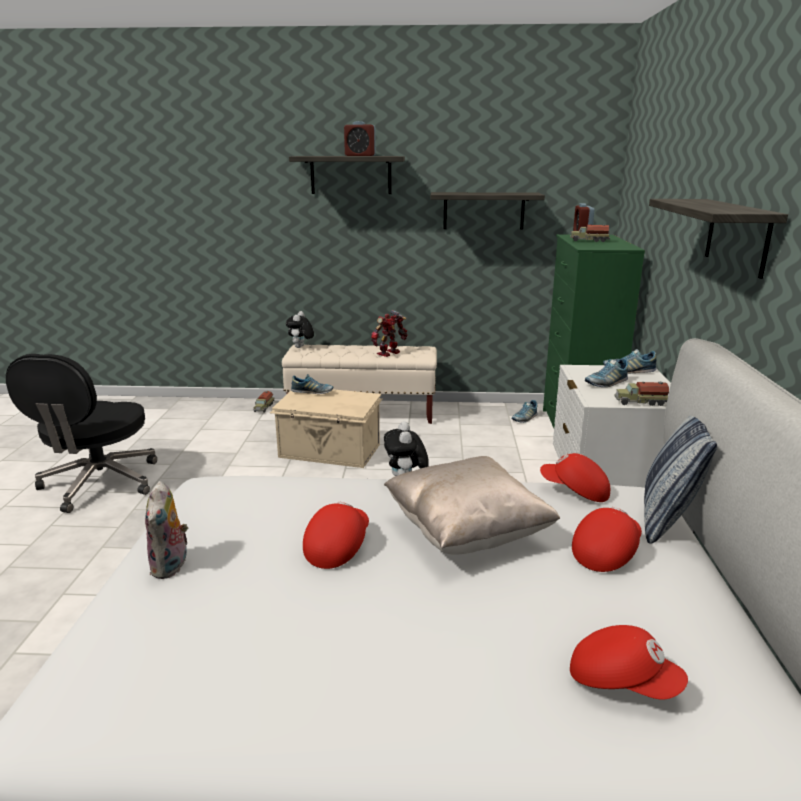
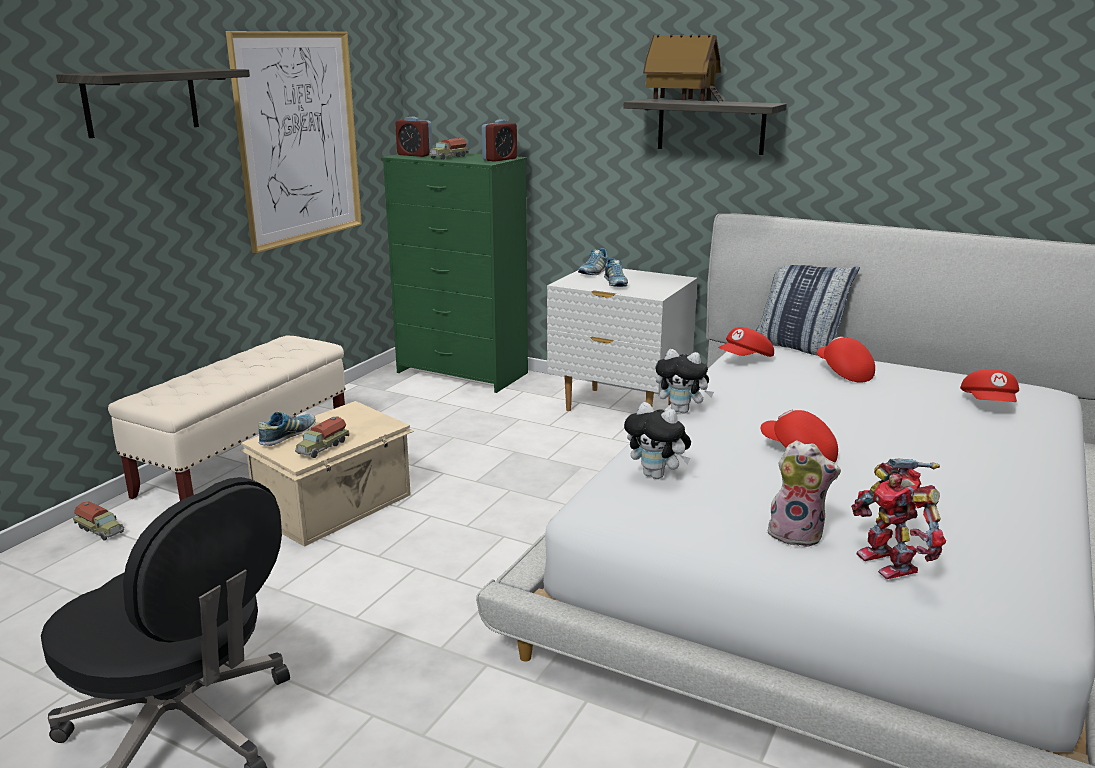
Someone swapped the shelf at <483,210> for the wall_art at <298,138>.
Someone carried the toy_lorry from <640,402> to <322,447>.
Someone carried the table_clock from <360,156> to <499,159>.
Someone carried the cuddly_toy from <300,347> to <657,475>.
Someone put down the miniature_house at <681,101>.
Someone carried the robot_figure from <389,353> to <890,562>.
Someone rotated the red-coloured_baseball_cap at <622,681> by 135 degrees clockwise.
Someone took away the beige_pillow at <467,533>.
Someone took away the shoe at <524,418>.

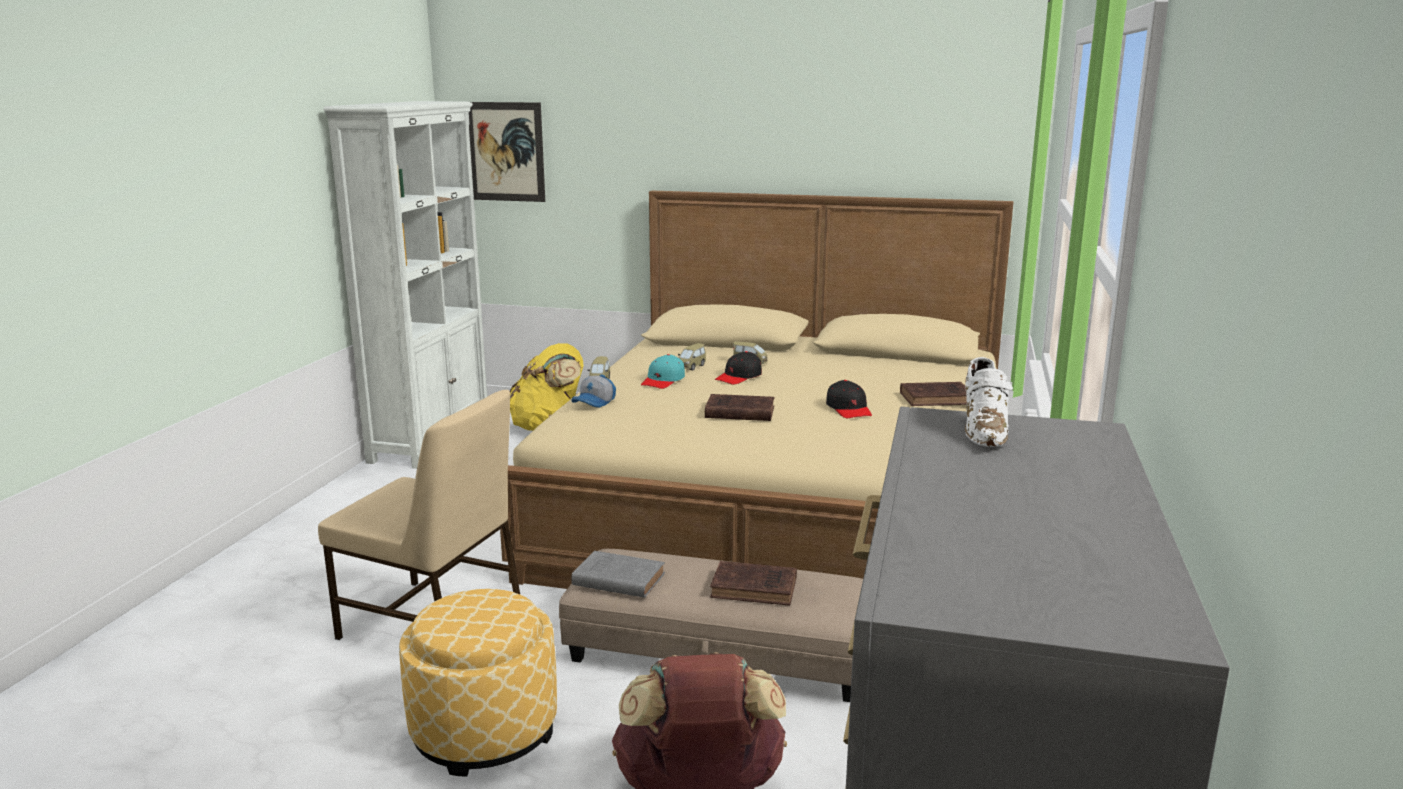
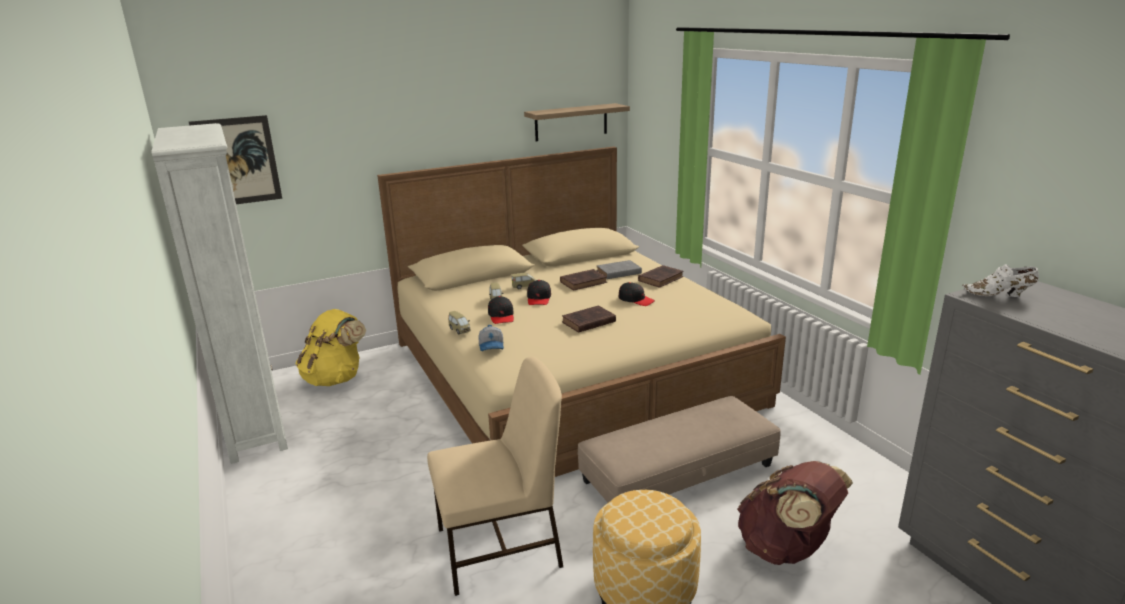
Someone repainted the turquoise-coloured_baseball_cap at <663,381>, which became the blackish_baseball_cap at <501,316>.
Someone put up the shelf at <571,122>.
Someone carried the brown-coloured_book from <756,588> to <584,282>.
Someone carried the gray_book from <616,579> to <617,272>.
Someone rotated the whitish_shoe at <983,429> by 135 degrees clockwise.

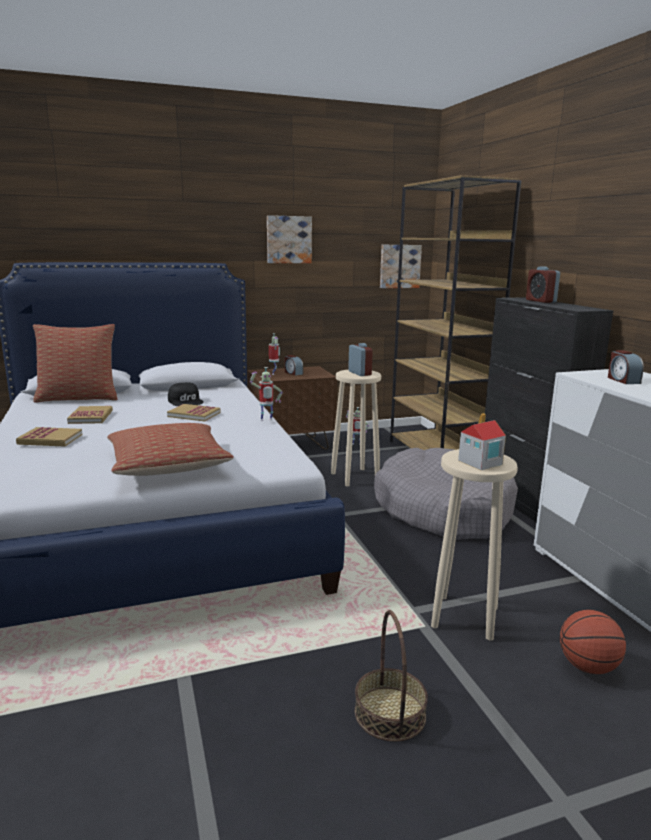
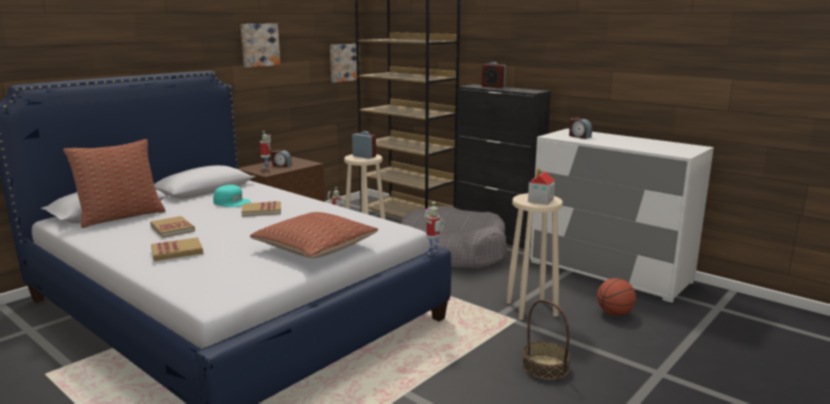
Someone repainted the blackish_baseball_cap at <186,401>, which became the turquoise-coloured_baseball_cap at <232,202>.
Someone carried the robot_figure from <266,420> to <433,253>.

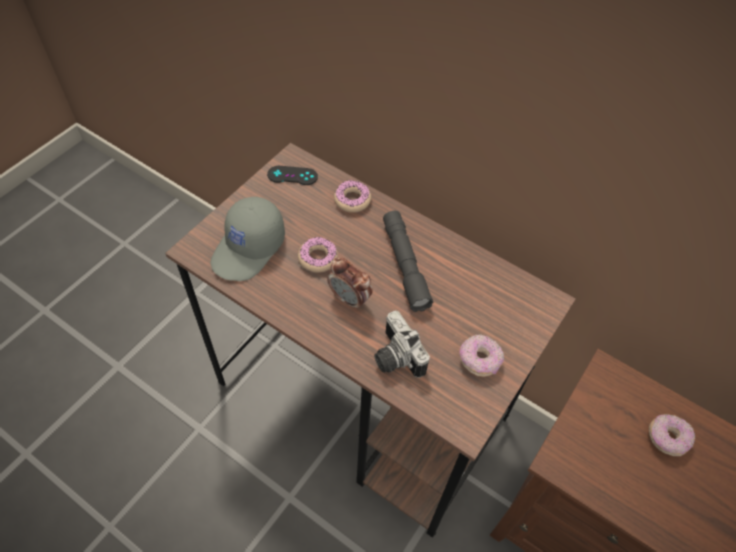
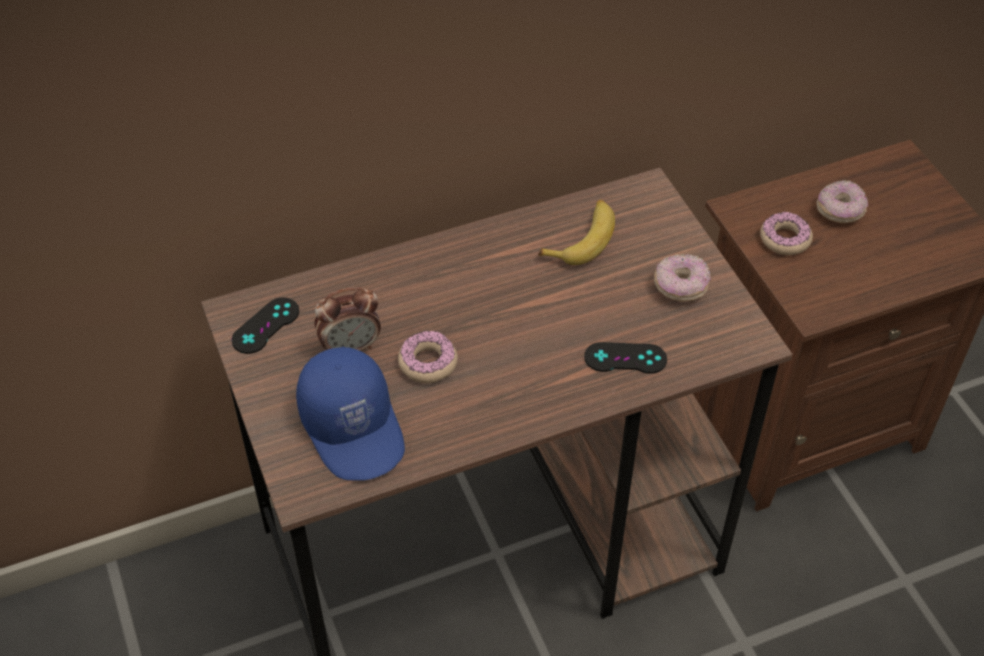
Someone repainted the gray_baseball_cap at <249,249>, which became the blue-coloured_baseball_cap at <354,427>.
Someone carried the table_clock from <349,299> to <351,347>.
Someone put down the whole_banana at <582,239>.
Someone swapped the still_camera at <394,357> for the blackish_game_controller at <625,358>.
Someone carried the doughnut from <352,200> to <785,239>.
Someone took away the gray_flashlight at <405,265>.

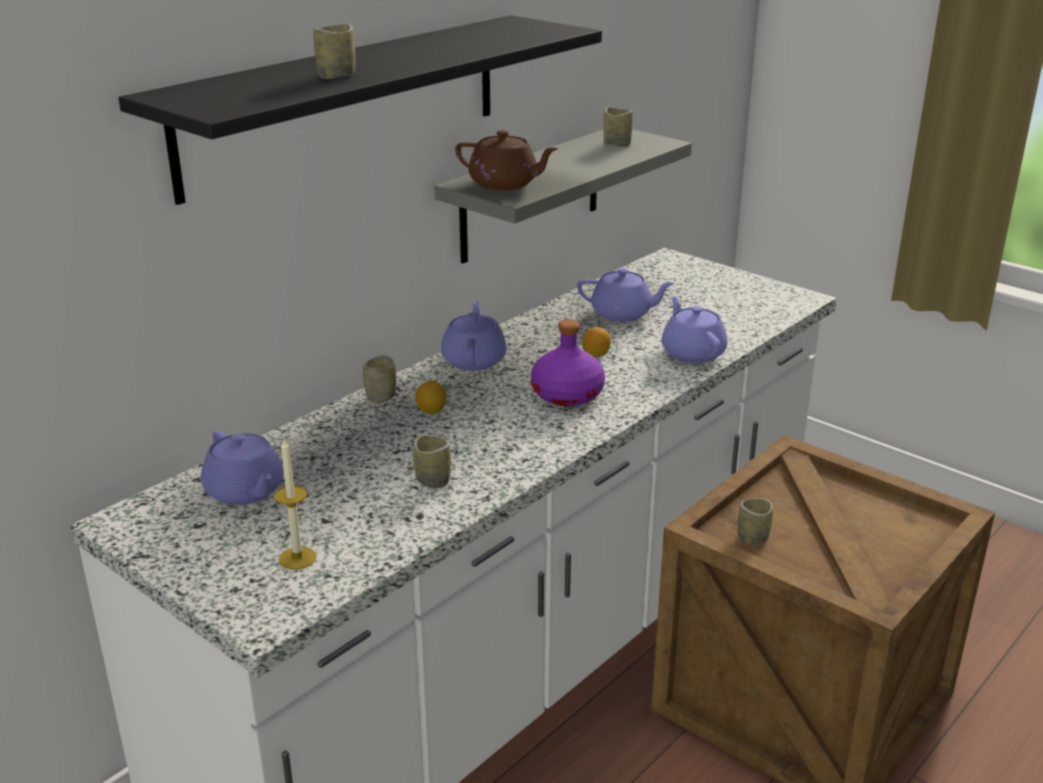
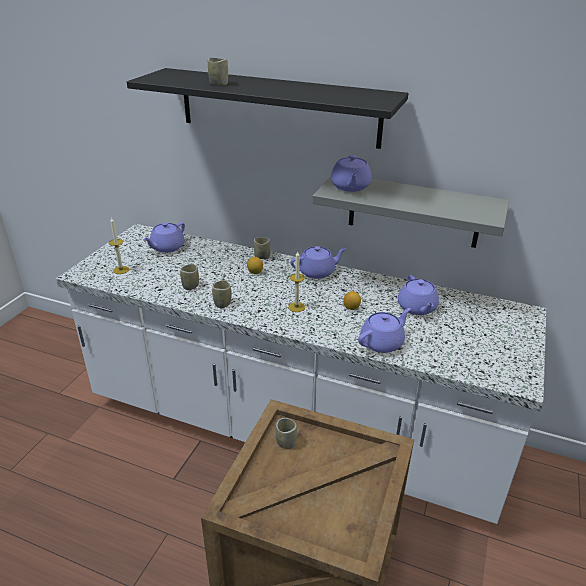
Someone carried the drinking_cup from <617,144> to <222,303>.
Someone swapped the purple_bottle at <568,394> for the wax_candle at <296,307>.
Someone repainted the brown-coloured_pot_for_tea at <505,184>, which became the purple_pot_for_tea at <350,187>.

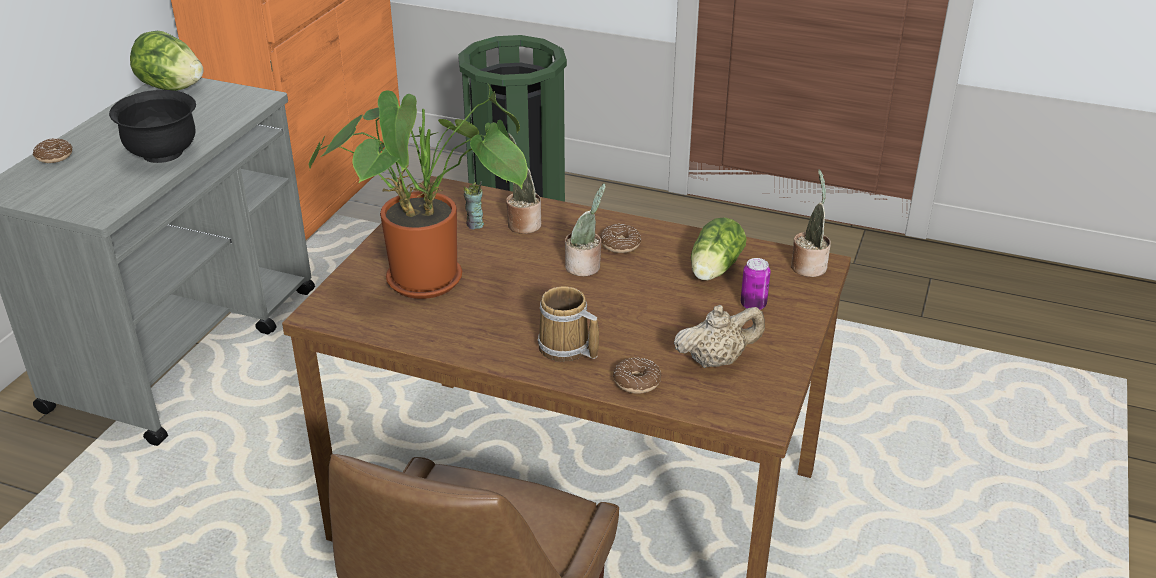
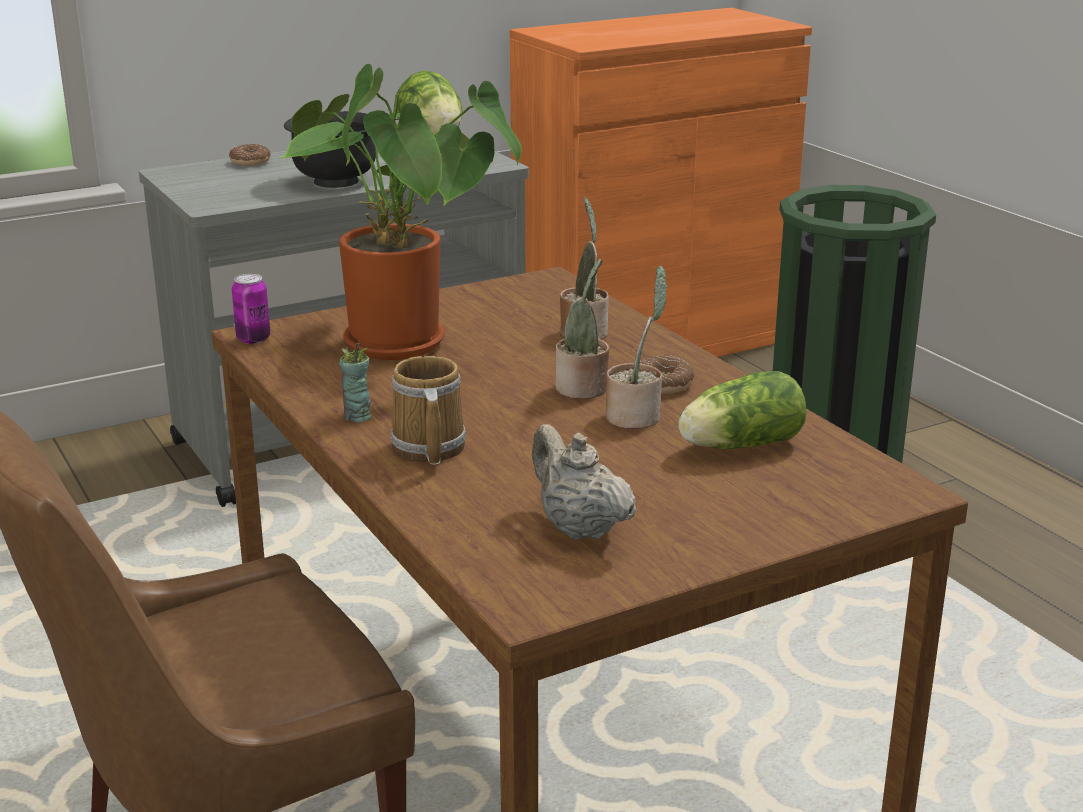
Someone carried the sealed_can from <753,305> to <253,339>.
Someone carried the drinking_cup from <475,225> to <357,416>.
Someone rotated the beige_pot_for_tea at <716,360> by 150 degrees counterclockwise.
Someone carried the potted_plant from <809,265> to <636,416>.
Someone took away the doughnut at <637,382>.

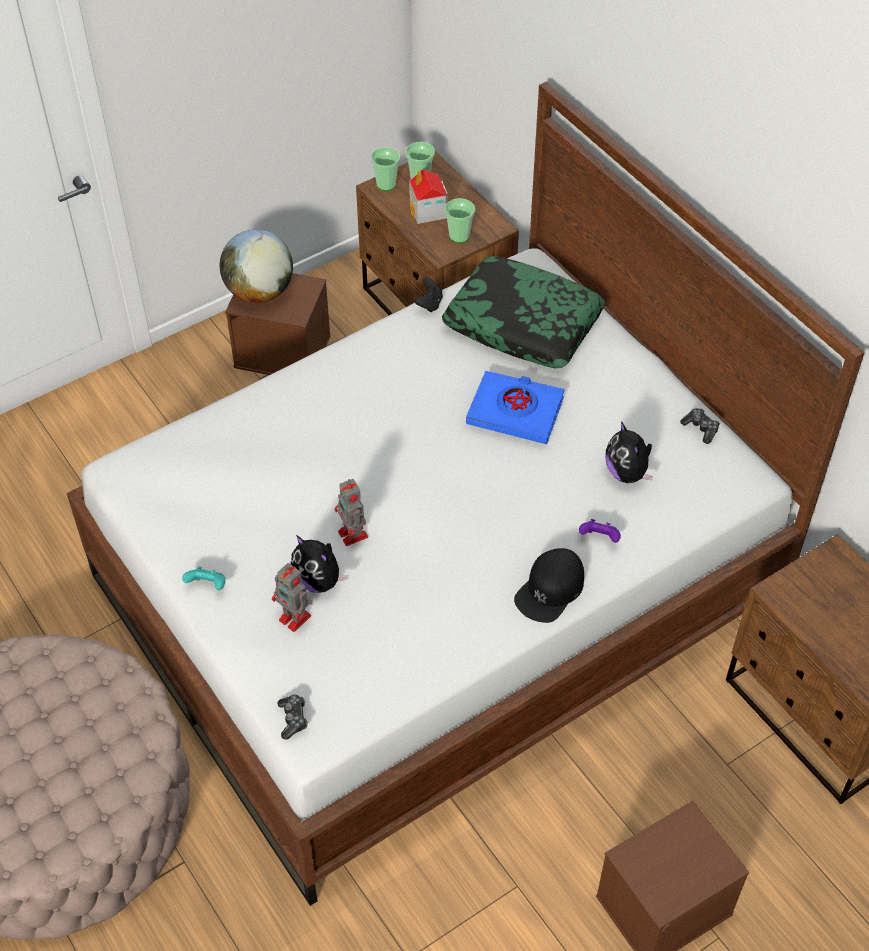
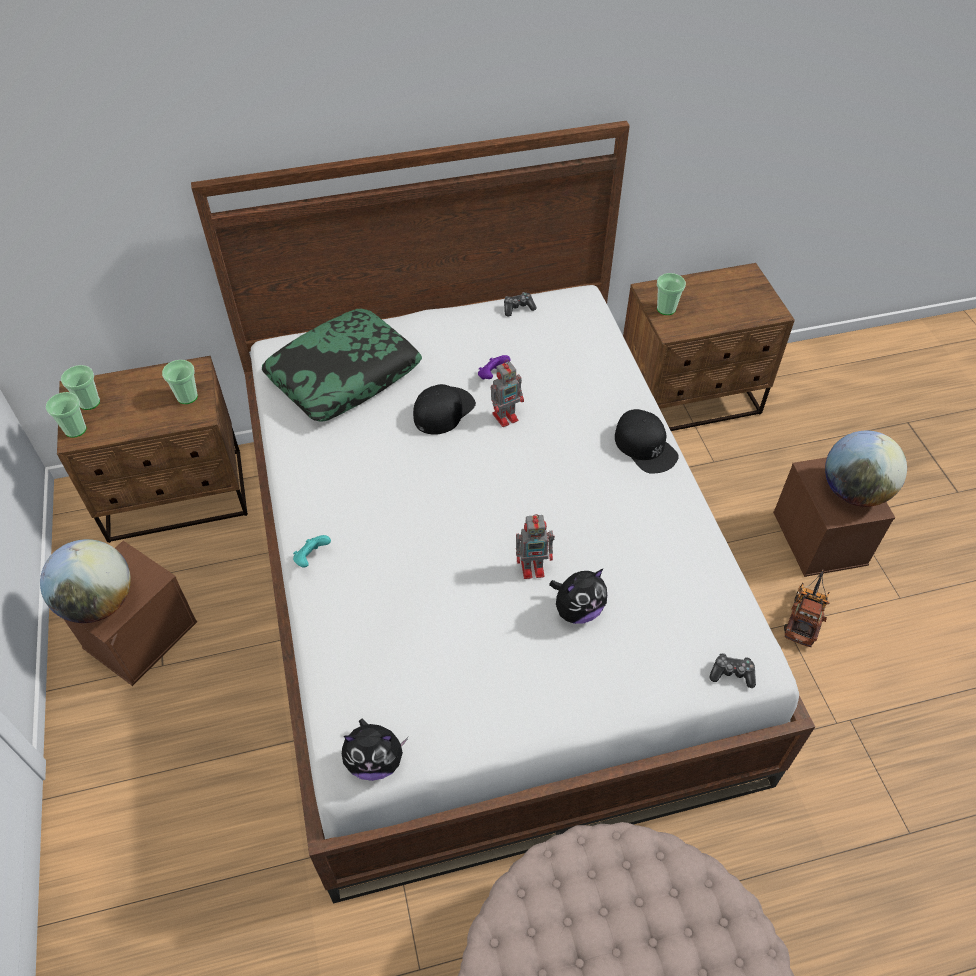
Someone carried the turquoise-coloured_game_controller from <207,586> to <311,558>.
Someone carried the cuddly_toy from <627,473> to <375,761>.
Someone swapped the blue-coloured_book at <515,411> for the blackish_baseball_cap at <443,410>.
Someone carried the purple_game_controller from <599,538> to <492,375>.
Someone carried the robot_figure from <296,619> to <506,416>.
Someone put down the drinking_cup at <666,309>.
Someone put down the toy_lorry at <805,615>.
Someone put down the world_globe at <854,491>.
Someone took away the miniature_house at <428,211>.
Someone took away the blackish_game_controller at <429,304>.

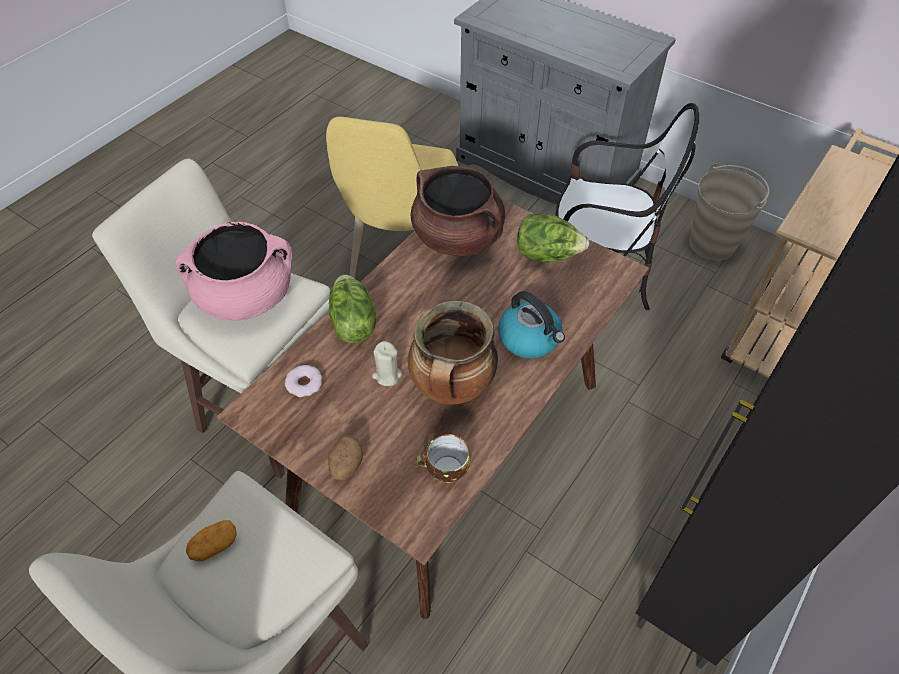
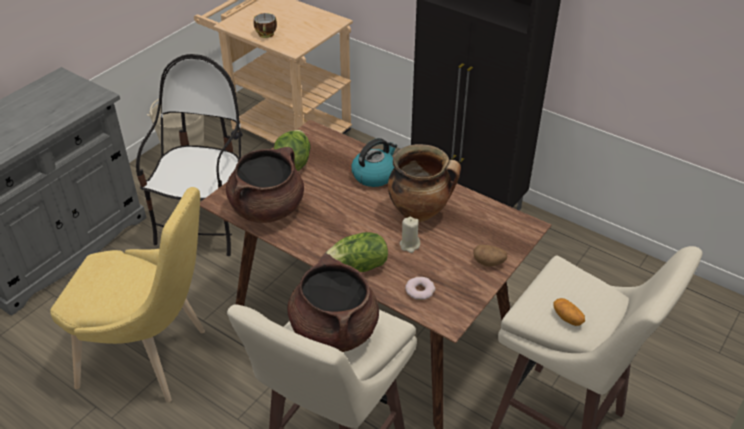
Someone carried the drinking_cup from <445,471> to <266,34>.
Someone repainted the pink_stockpot at <246,297>, which became the brown-coloured_stockpot at <334,330>.

